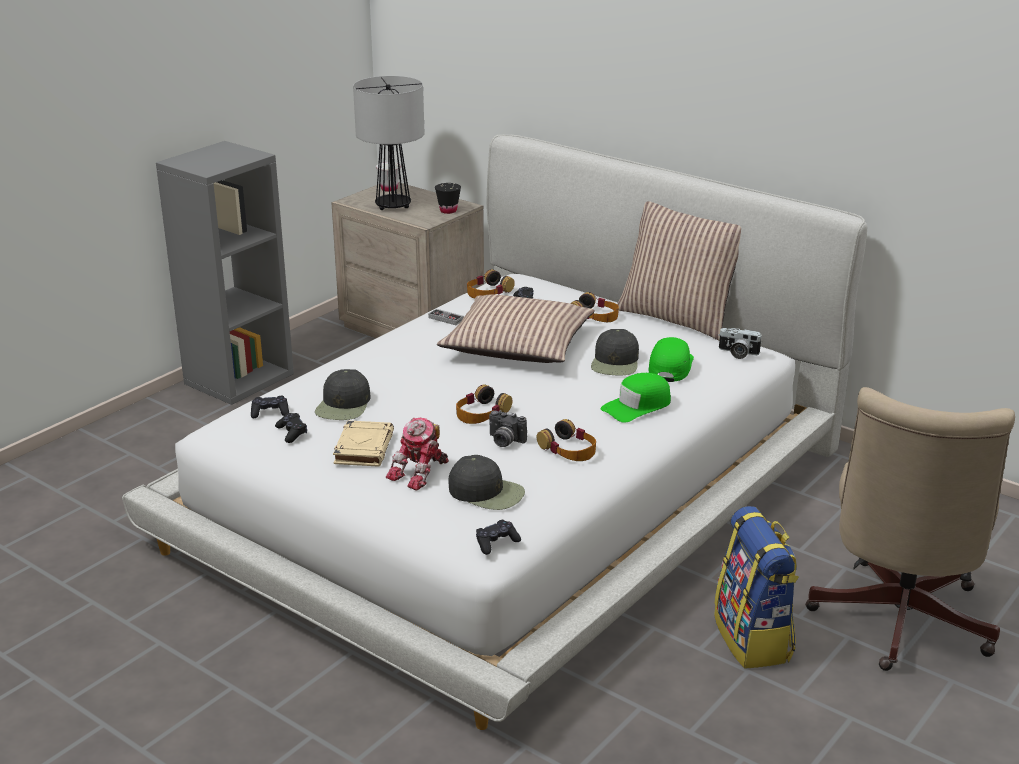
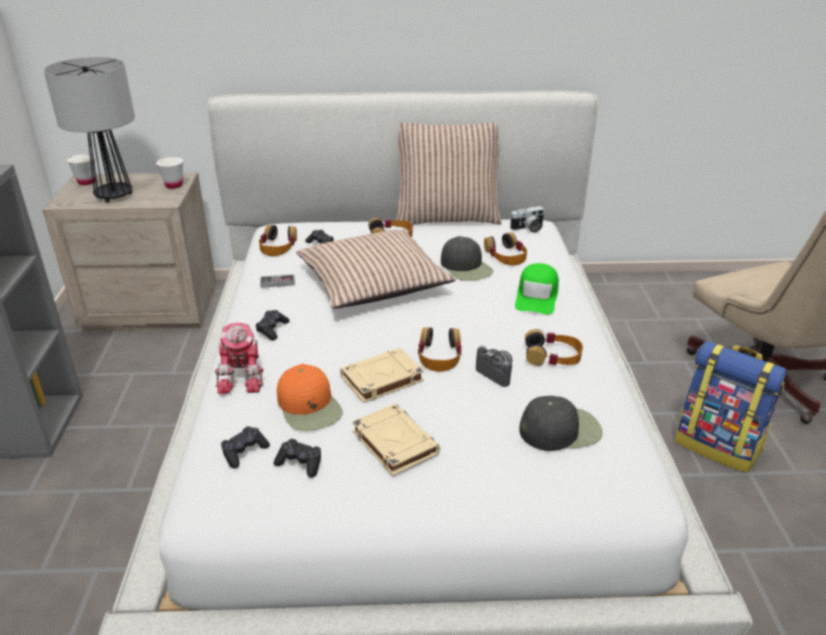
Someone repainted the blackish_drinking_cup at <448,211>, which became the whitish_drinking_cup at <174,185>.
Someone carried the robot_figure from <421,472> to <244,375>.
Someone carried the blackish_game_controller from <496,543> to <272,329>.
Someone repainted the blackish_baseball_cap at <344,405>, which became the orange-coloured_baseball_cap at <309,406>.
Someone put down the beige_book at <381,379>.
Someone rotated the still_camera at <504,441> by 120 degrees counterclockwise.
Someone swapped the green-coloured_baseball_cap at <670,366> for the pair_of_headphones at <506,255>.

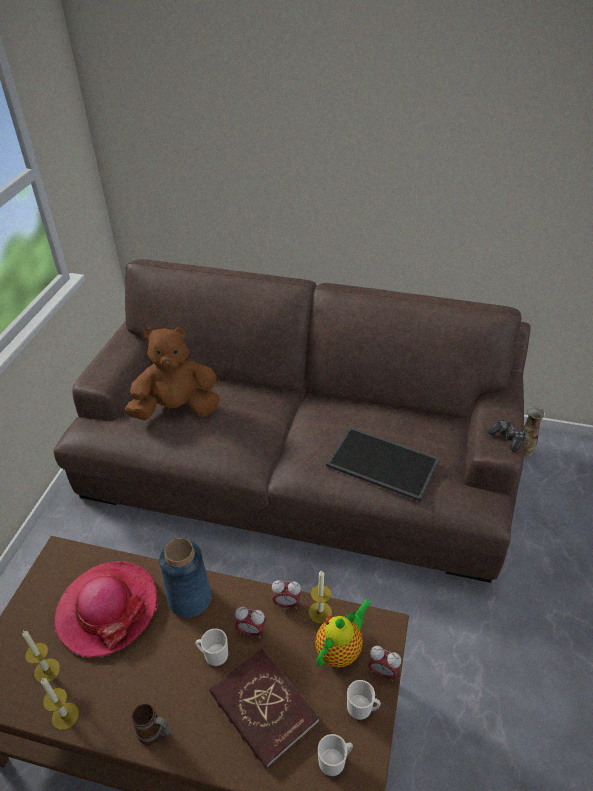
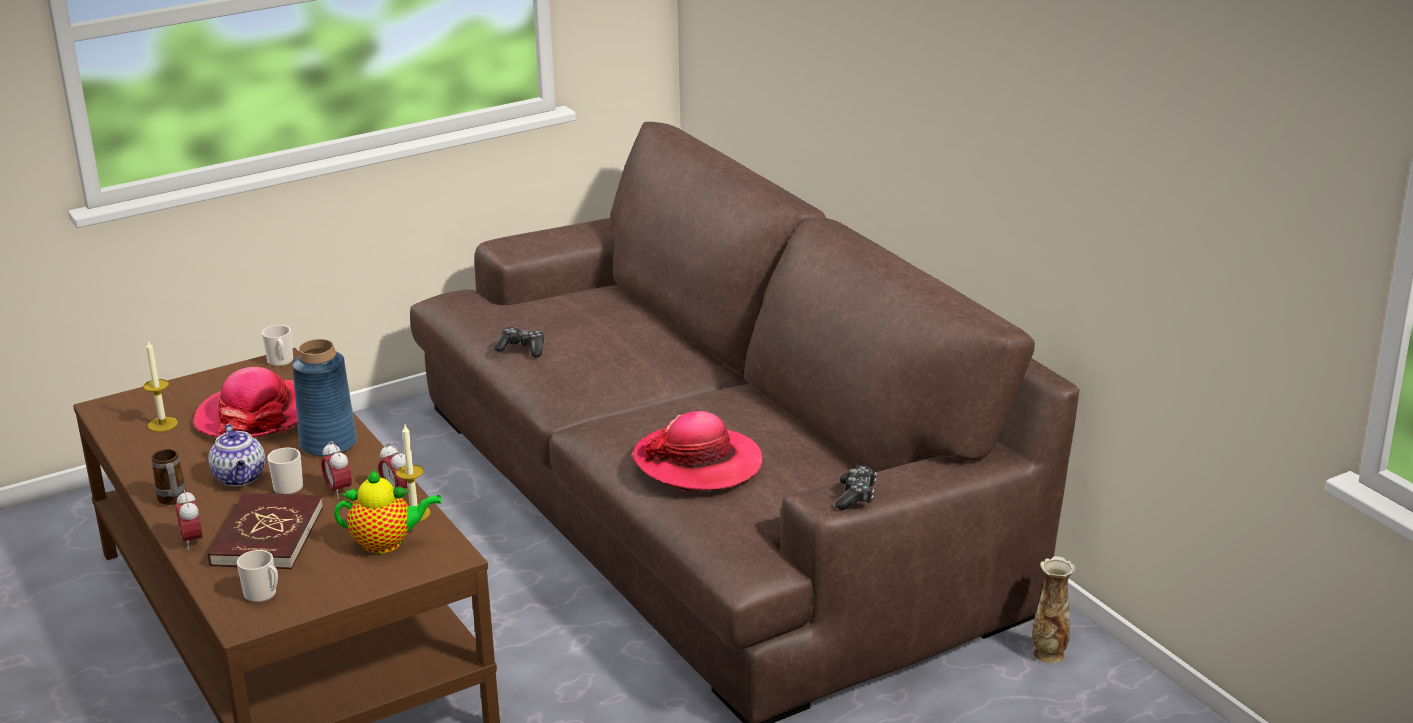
Someone carried the table_clock from <382,672> to <192,541>.
Someone put down the pot_for_tea at <240,478>.
Someone carried the mug from <362,708> to <281,362>.
Someone put down the game_controller at <522,349>.
Someone swapped the carrying_tray at <384,462> for the clothing_hat at <698,463>.
Someone took away the wax_candle at <65,716>.
Someone took away the brown-coloured_cuddly_toy at <176,409>.

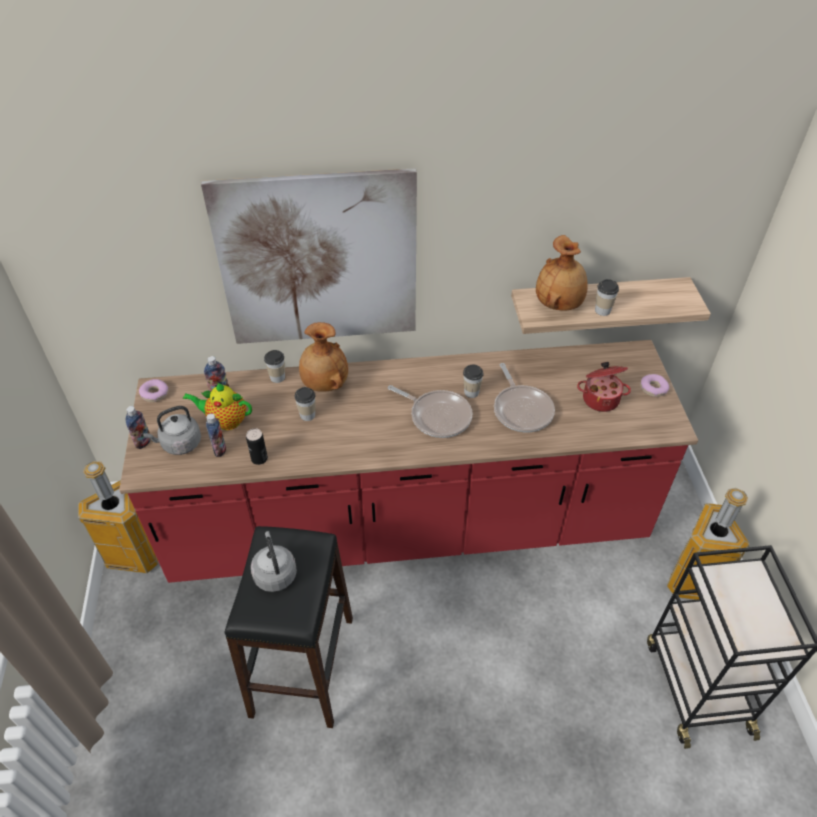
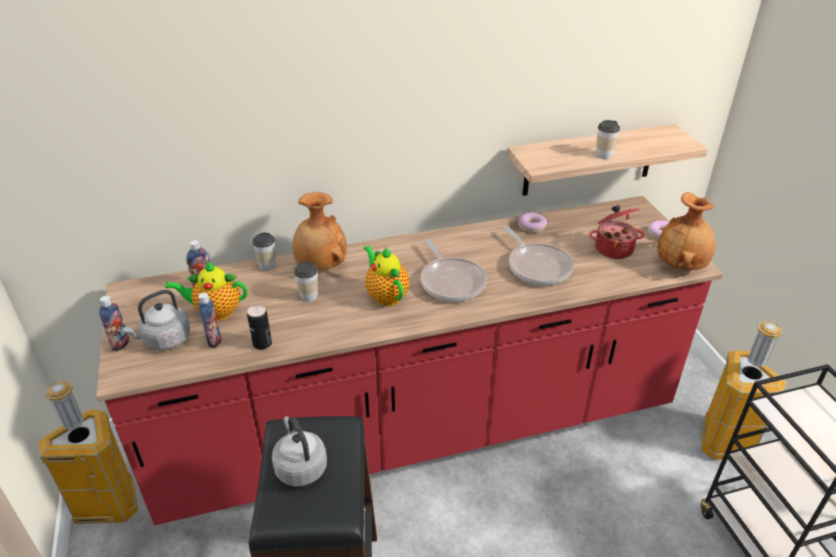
Someone put down the pot_for_tea at <386,295>.
Someone rotated the skillet at <437,416> by 45 degrees clockwise.
Someone carried the doughnut from <155,394> to <531,226>.
Someone carried the brown-coloured_decorative_vase from <559,304> to <681,265>.
Someone took away the wall_art at <318,261>.
Someone took away the drinking_cup at <471,392>.

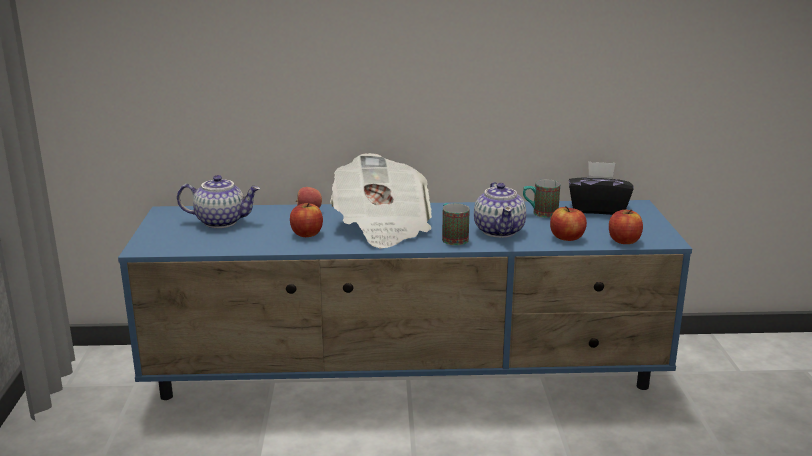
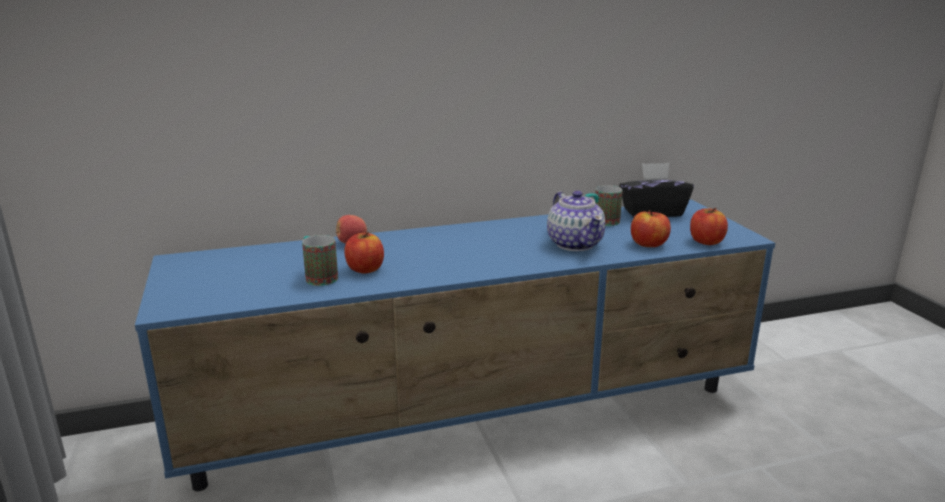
Someone carried the mug from <452,238> to <318,277>.
Someone took away the pot_for_tea at <221,221>.
Someone took away the daily_paper at <382,227>.

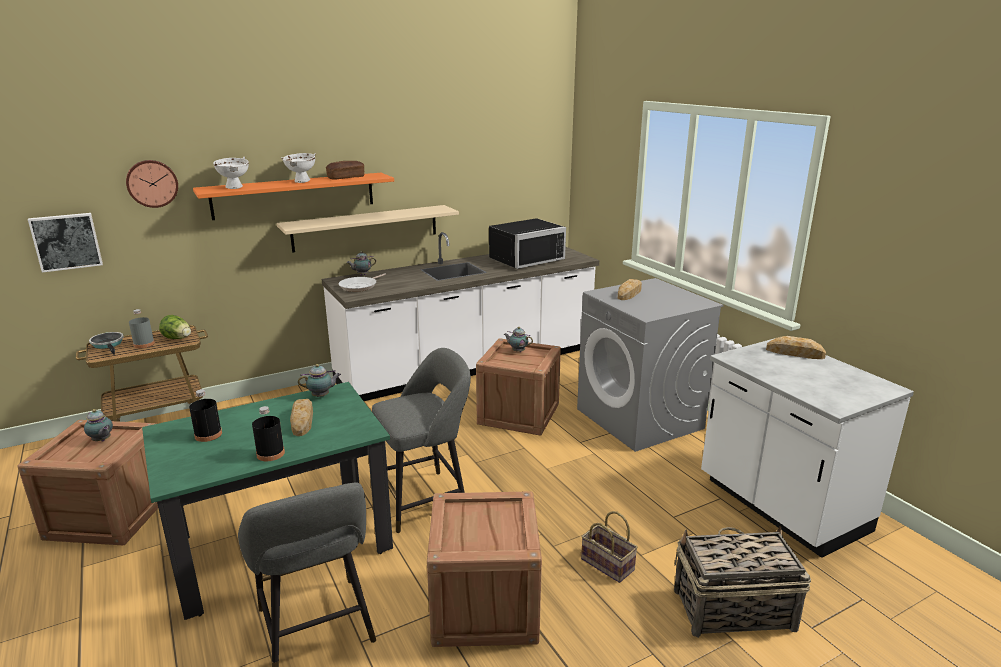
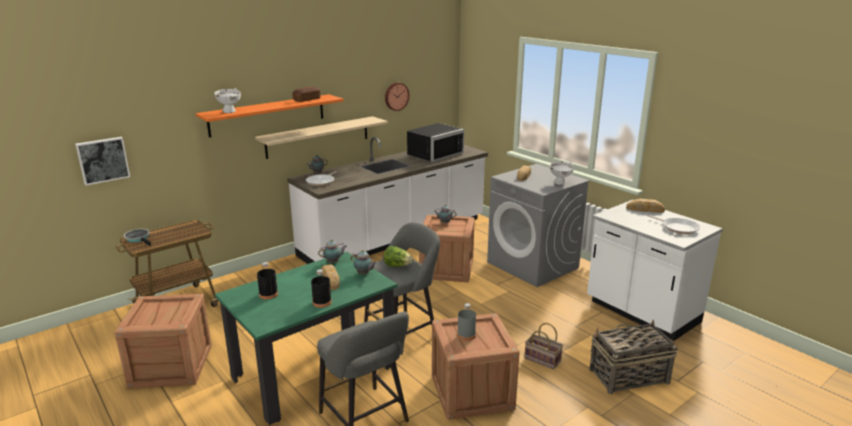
Someone carried the pot_for_tea from <102,440> to <364,274>.
Someone carried the lettuce from <178,338> to <397,266>.
Someone carried the wall_clock from <152,183> to <396,96>.
Someone carried the gray_bottle from <144,344> to <466,335>.
Someone carried the whitish_deep_dish from <302,182> to <560,183>.
Someone put down the skillet at <678,228>.

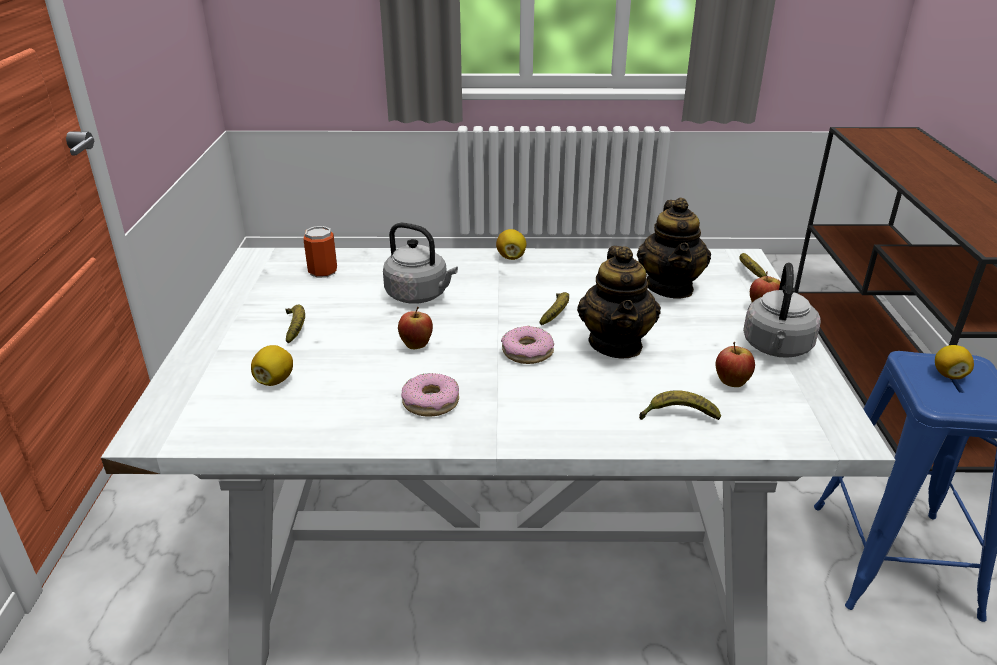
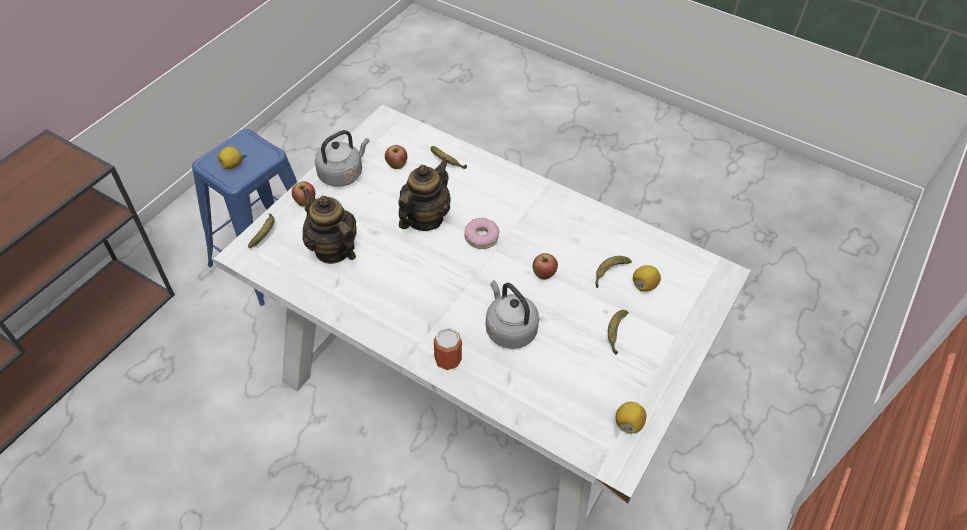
Someone rotated the pot_for_tea at <670,287> by 75 degrees counterclockwise.
Someone carried the sealed_can from <323,272> to <448,360>.
Someone carried the whole_banana from <556,314> to <609,273>.
Someone carried the whole_lemon from <511,257> to <628,423>.
Someone took away the doughnut at <431,402>.

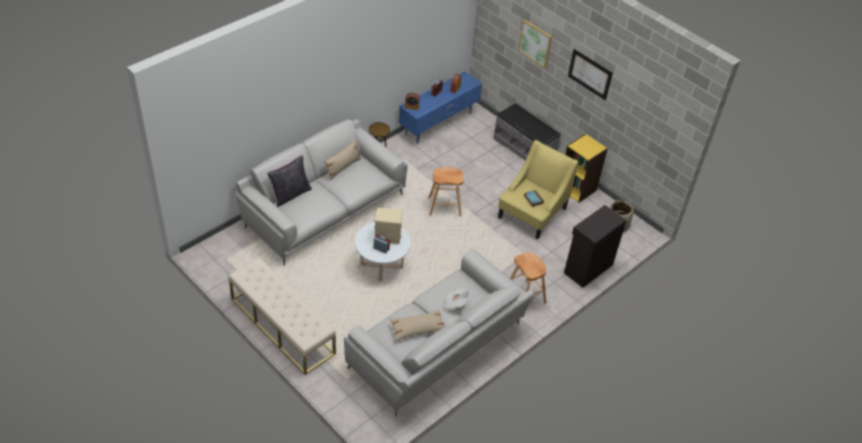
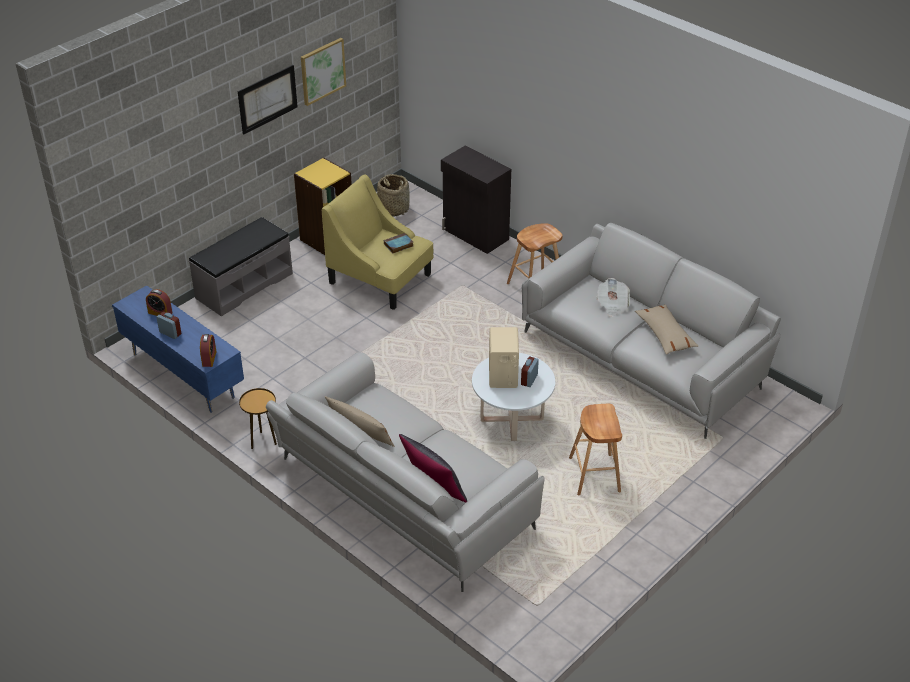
Someone carried the wall_art from <535,43> to <322,71>.
Someone carried the brown-coloured_stool_seat from <444,207> to <594,475>.
Someone took away the beige_bench at <282,326>.

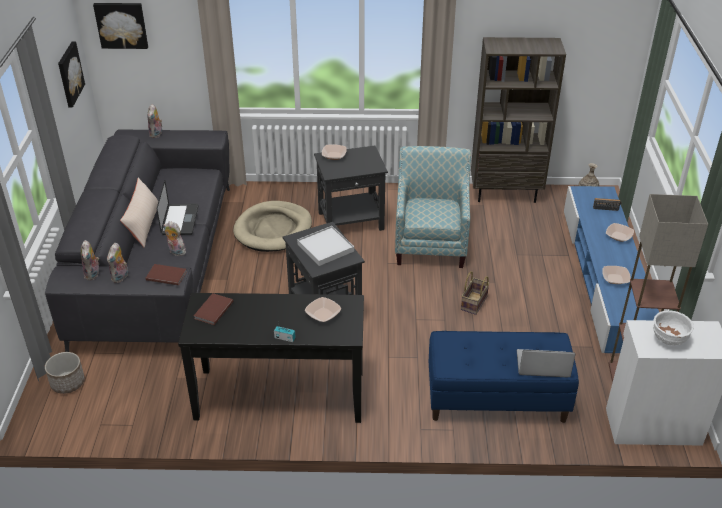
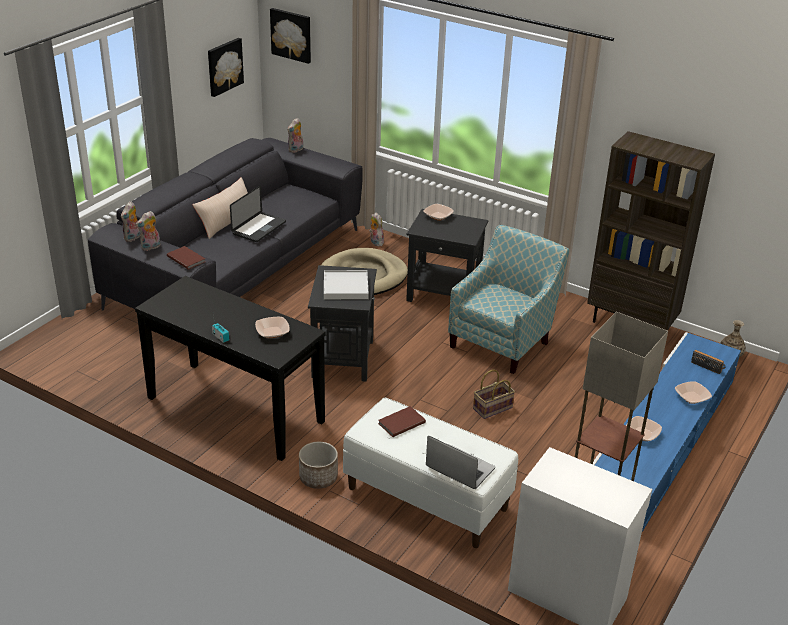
Someone carried the plant_pot from <67,383> to <318,477>.
Someone repainted the blue-coloured_bench at <496,400>, which became the whitish_bench at <426,498>.
Someone carried the cuddly_toy from <175,252> to <375,242>.
Someone carried the brown-coloured_book from <212,310> to <400,423>.
Someone took away the whitish_deep_dish at <669,339>.

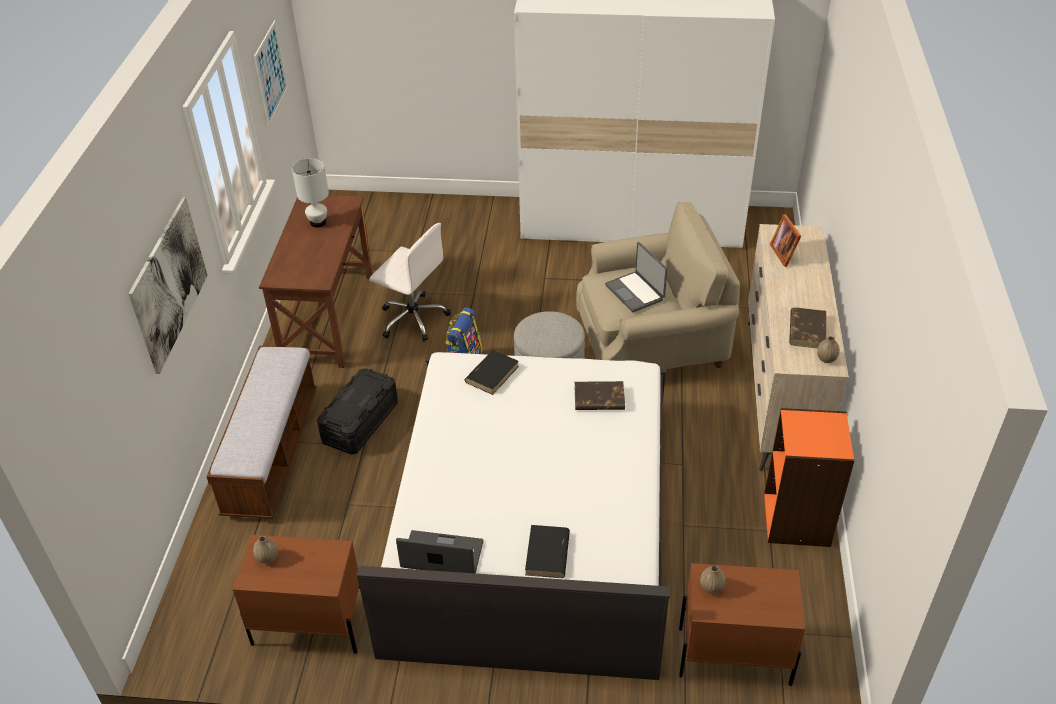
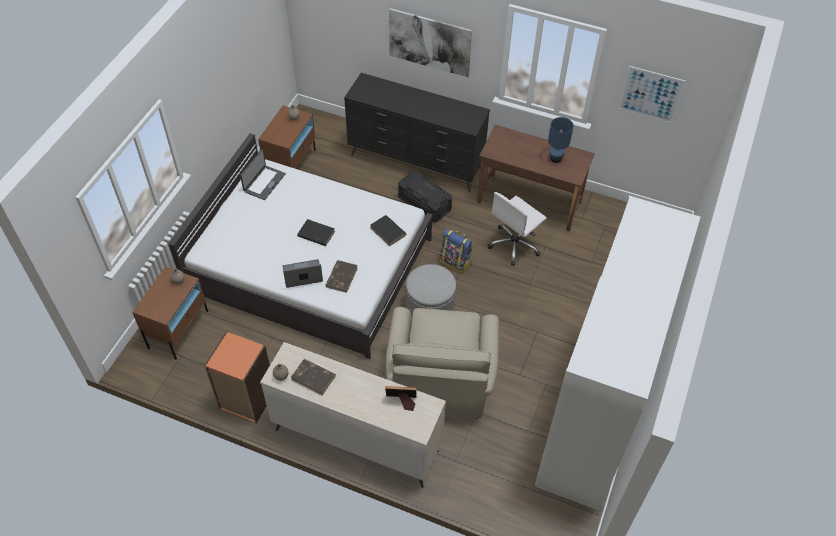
Someone carried the notebook_computer from <635,292> to <302,275>.
Someone carried the blackish_book from <547,554> to <316,234>.
Someone swapped the bench at <272,452> for the blackish_drawer_chest at <416,162>.
Someone repainted the whitish_table_lamp at <317,222>, which became the blue-coloured_table_lamp at <555,158>.

